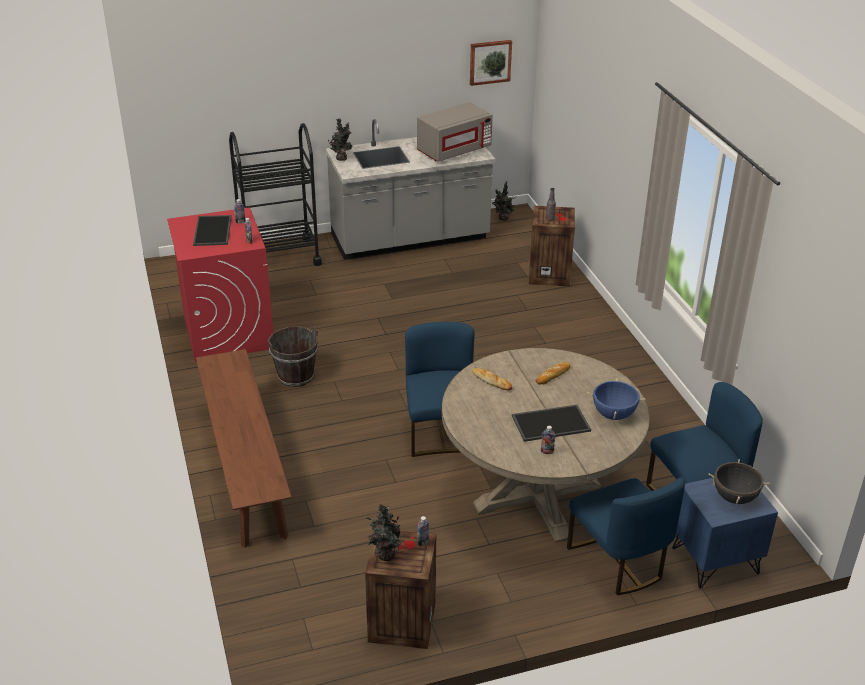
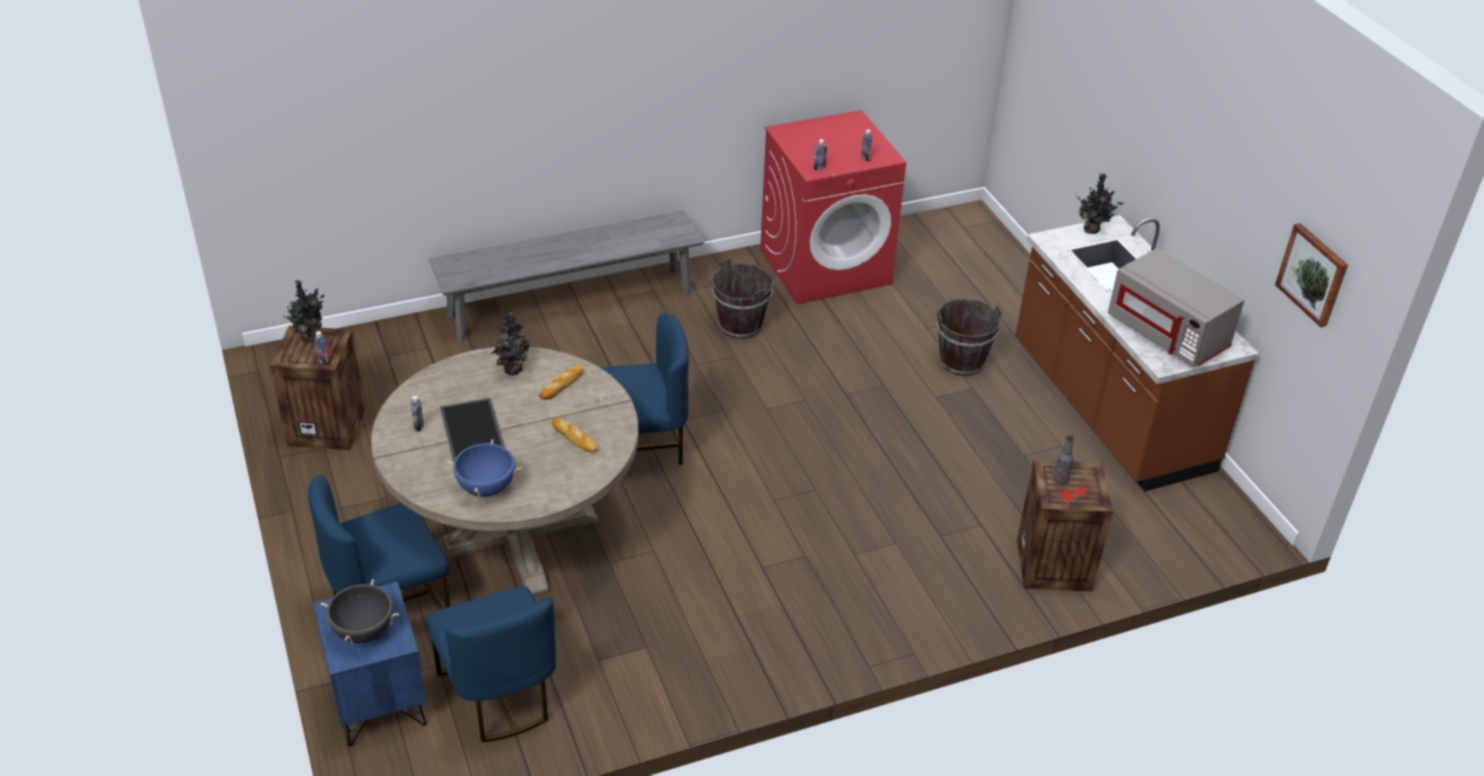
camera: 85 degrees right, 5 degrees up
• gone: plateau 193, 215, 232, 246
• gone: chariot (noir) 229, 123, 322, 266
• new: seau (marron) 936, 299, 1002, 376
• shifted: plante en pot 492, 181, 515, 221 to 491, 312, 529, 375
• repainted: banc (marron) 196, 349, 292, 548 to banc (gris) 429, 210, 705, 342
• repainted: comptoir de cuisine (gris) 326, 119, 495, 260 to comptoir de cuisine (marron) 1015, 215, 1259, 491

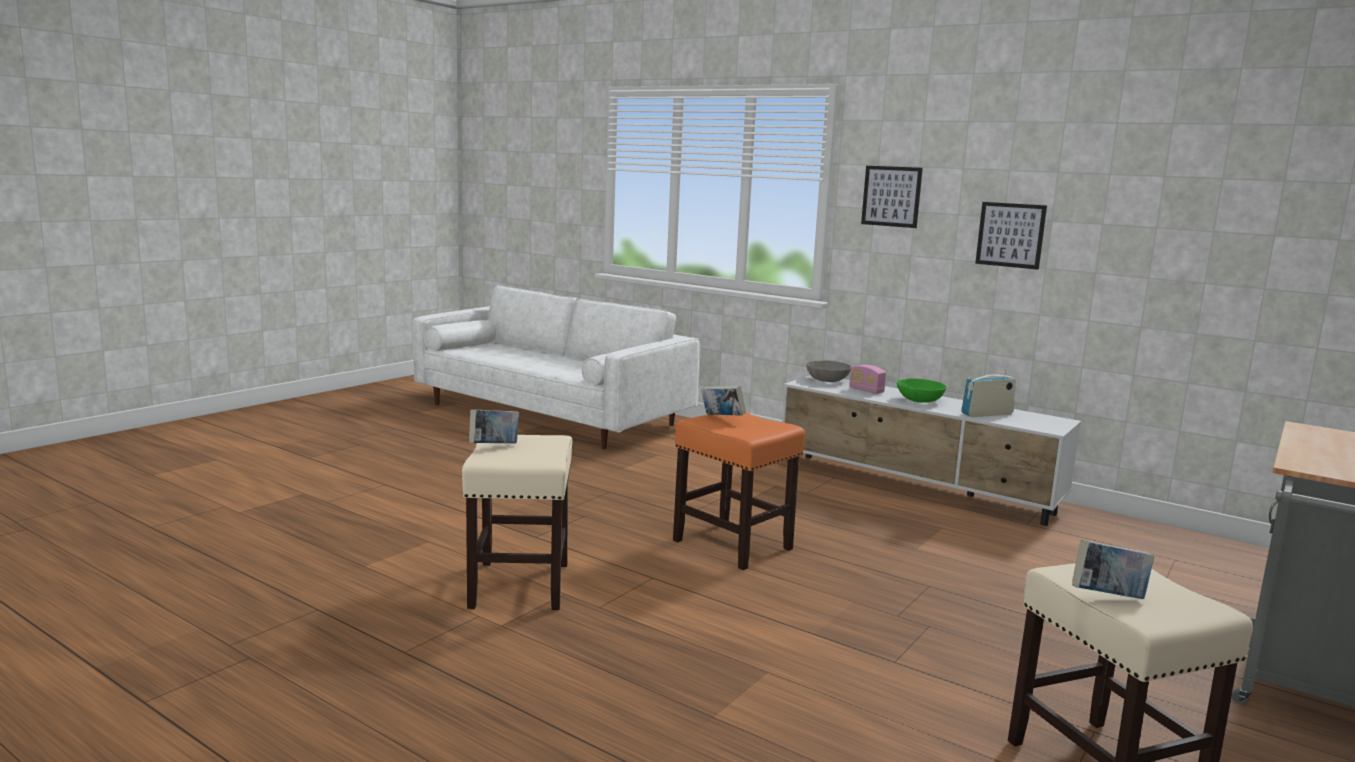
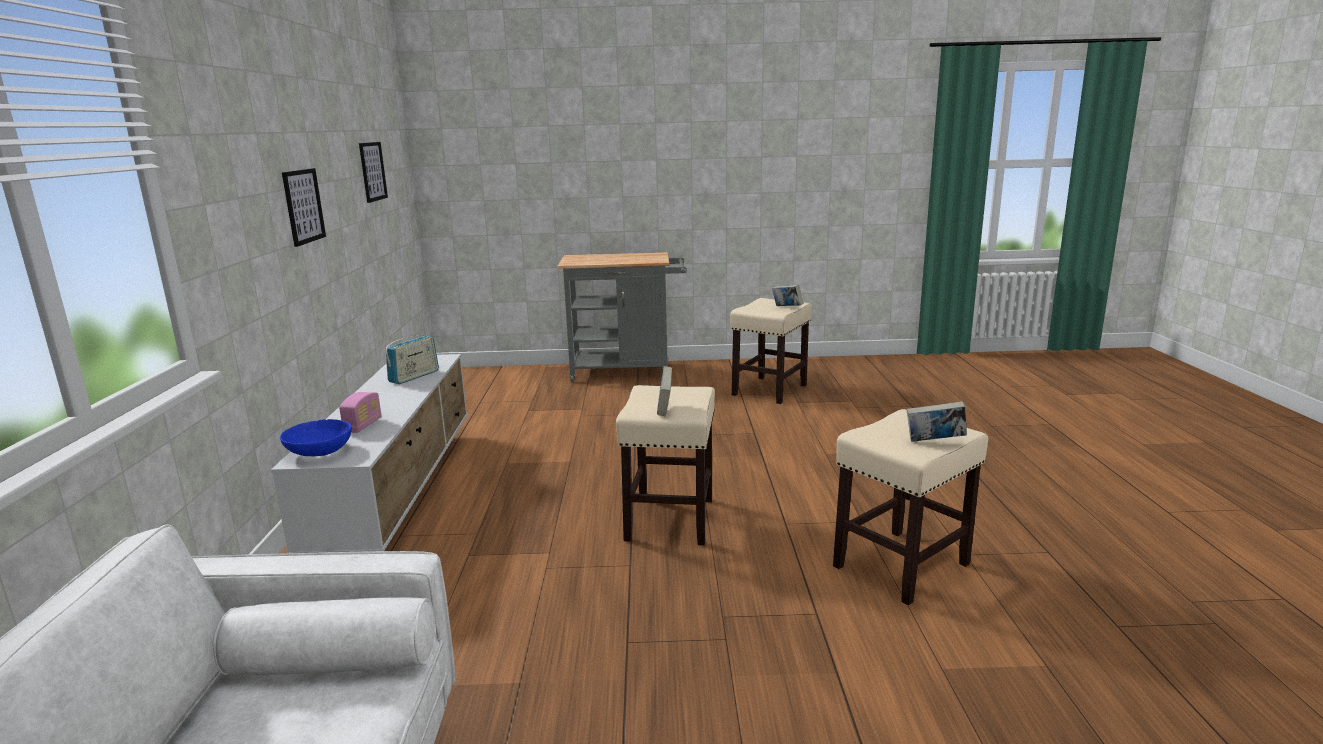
camera: 125 degrees left, 5 degrees up
• gone: bol (vert) 897, 378, 946, 403
• shifted: tableau 861, 166, 923, 228 to 359, 142, 388, 203
• repainted: tabouret (orange) 673, 412, 805, 570 to tabouret (beige) 616, 385, 715, 545
• repainted: bol (gris) 806, 360, 851, 382 to bol (bleu) 280, 419, 352, 456
• rotated: radio 961, 369, 1016, 417 = 386, 335, 439, 384 90 degrees counterclockwise

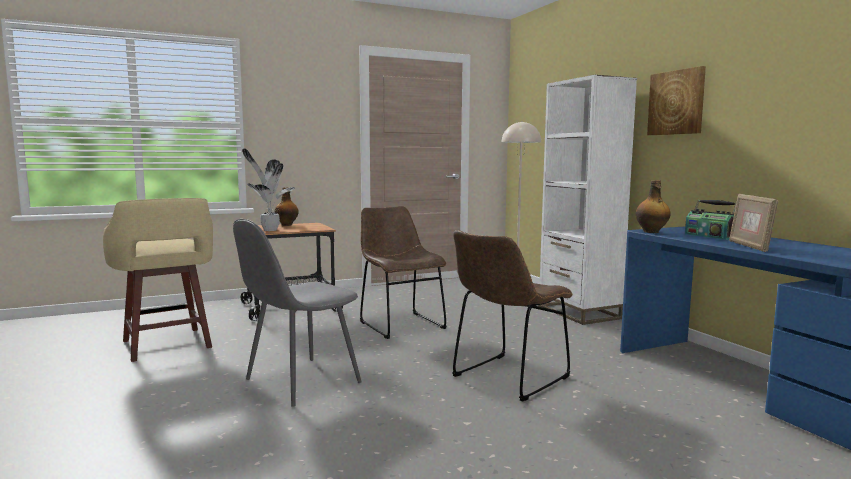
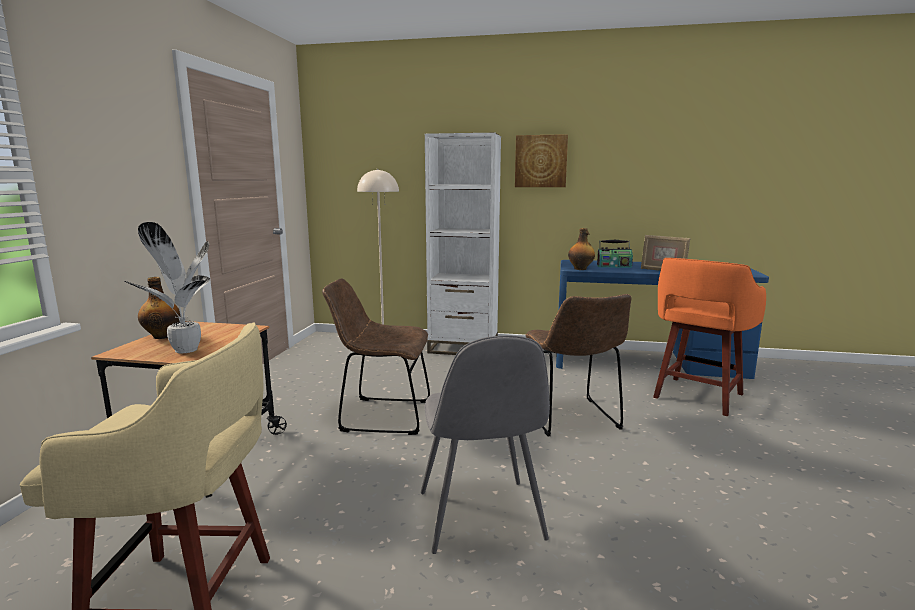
camera: 55 degrees left, 5 degrees up
• new: tabouret (orange) 653, 258, 766, 416

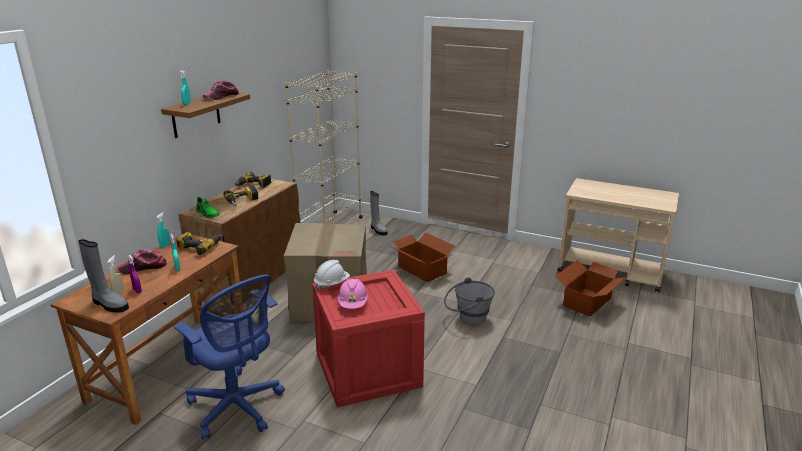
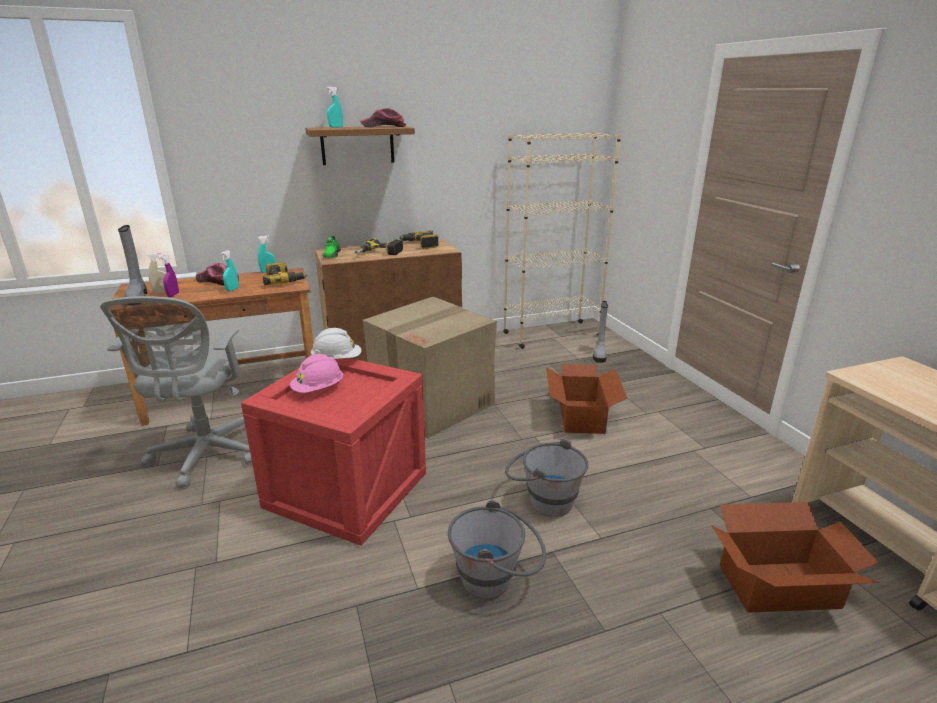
camera: 45 degrees right, 0 degrees up
• new: seau (gris) 448, 500, 546, 599
• repainted: chaise de bureau (bleu) 174, 275, 285, 439 to chaise de bureau (gris) 100, 296, 252, 488

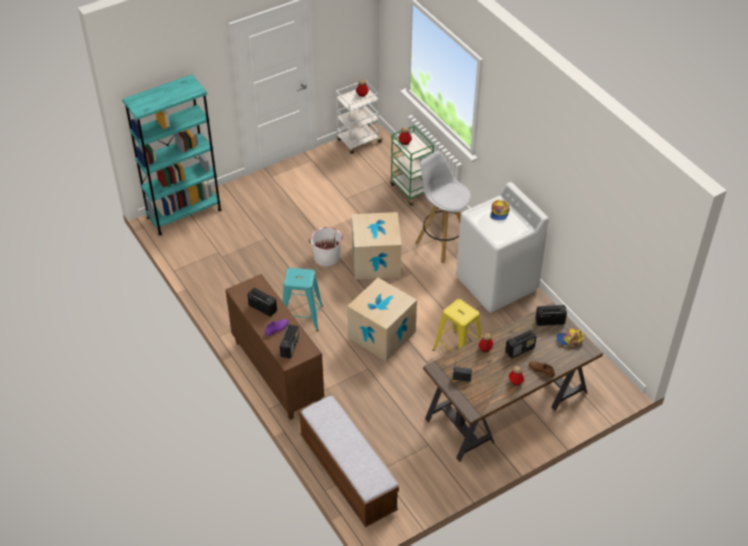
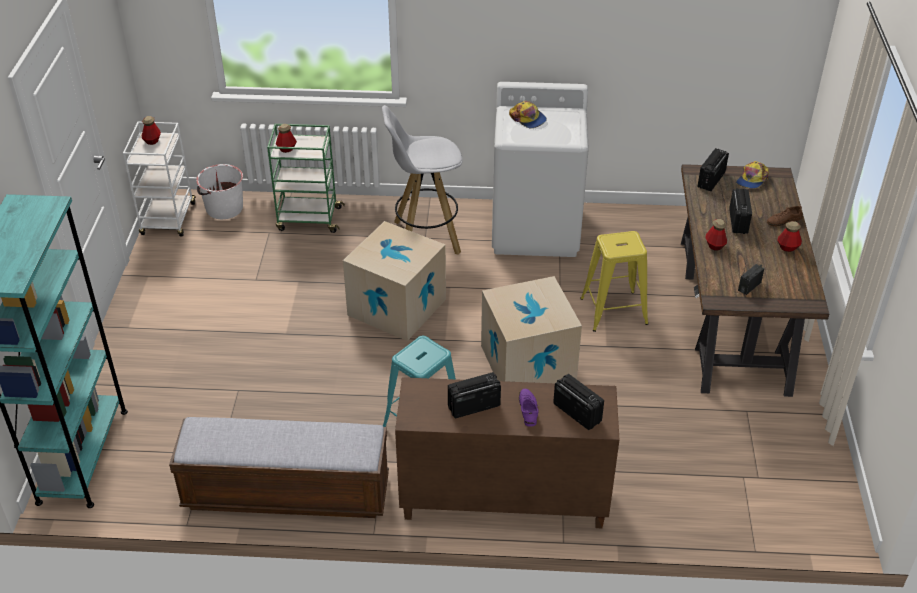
camera: 55 degrees left, 5 degrees down
• shifted: banc 298, 395, 399, 527 to 169, 417, 389, 518
• shifted: seau (blanc) 309, 227, 343, 266 to 196, 164, 243, 219

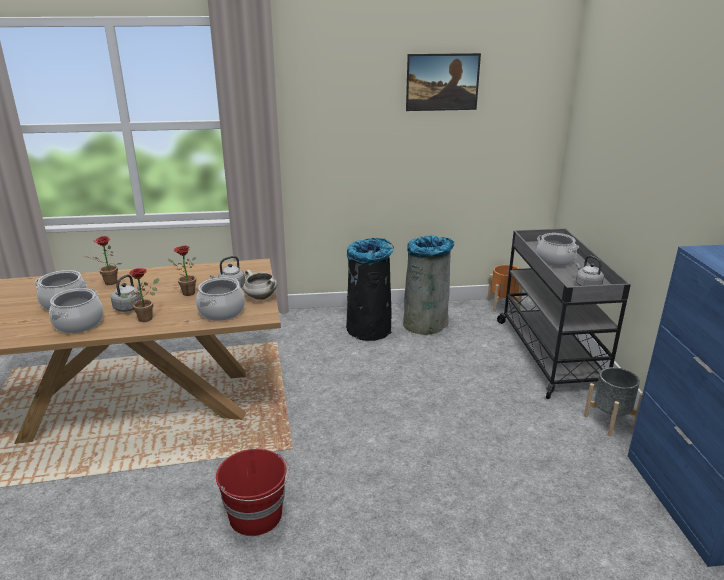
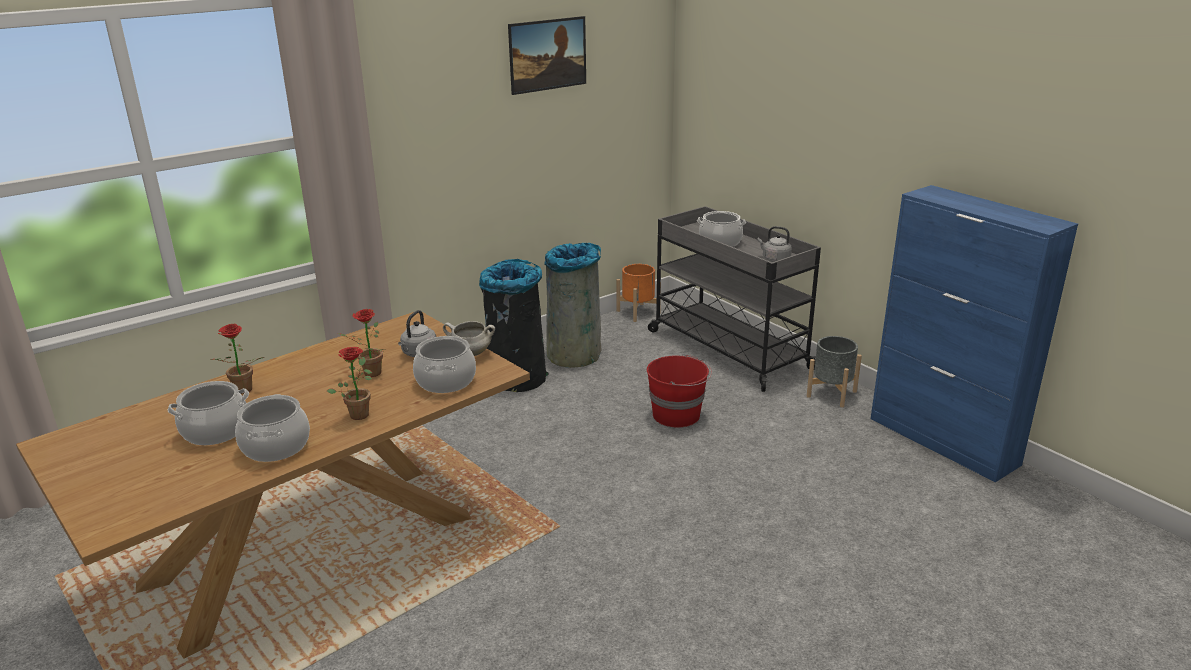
camera: 30 degrees left, 0 degrees up
• gone: bouilloire (gris) 111, 274, 143, 312
• shifted: seau (rouge) 216, 449, 289, 536 to 647, 354, 712, 428

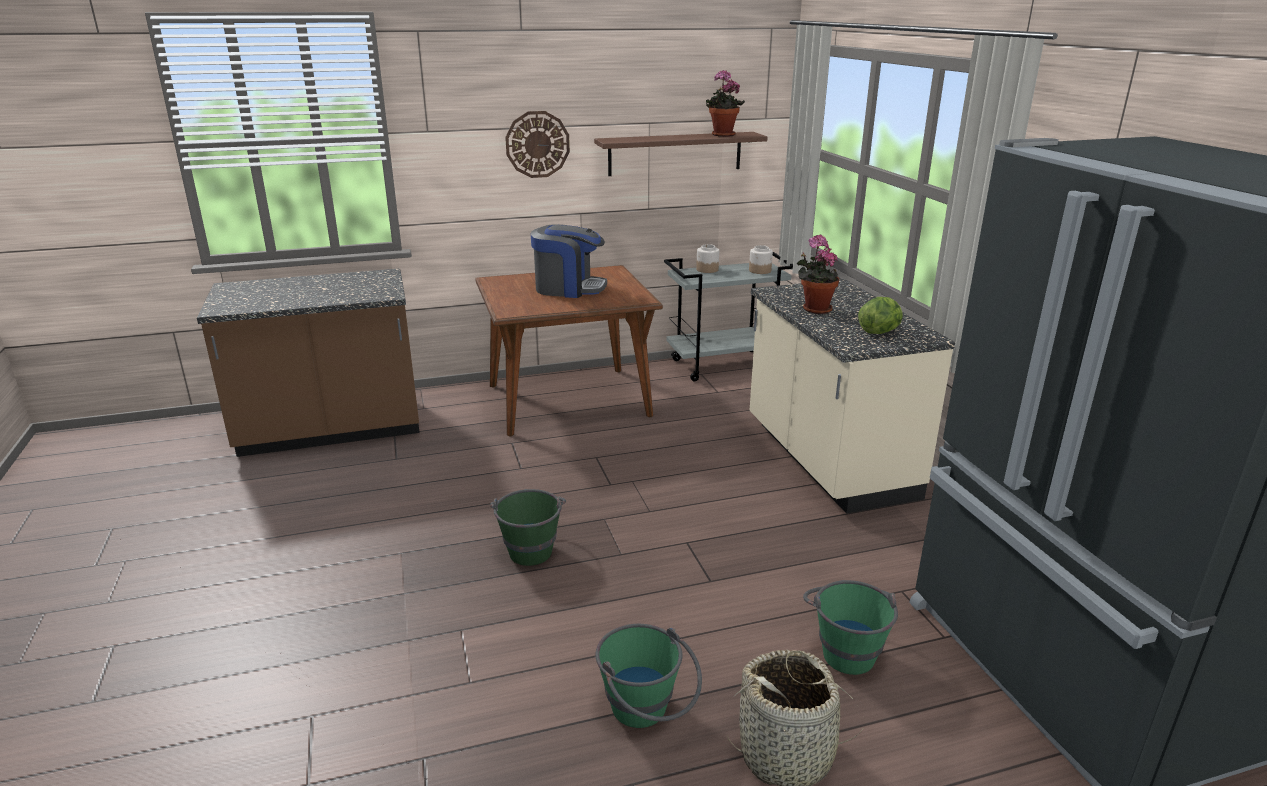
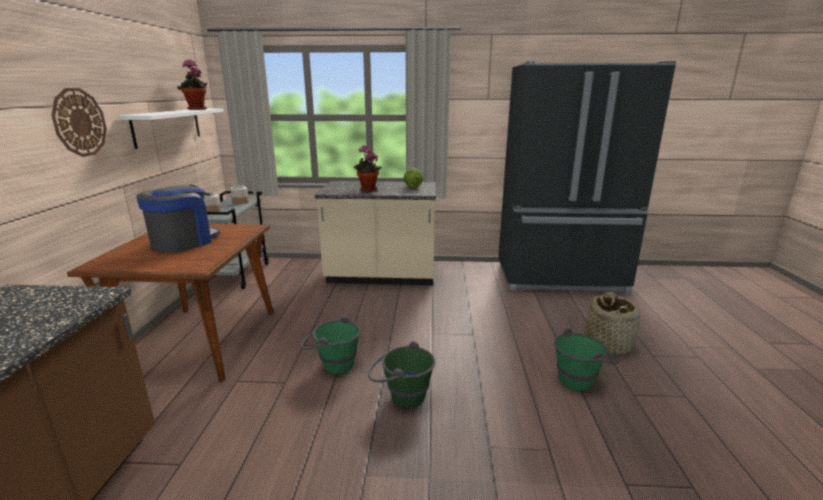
camera: 70 degrees left, 5 degrees down
• shifted: seau (vert) 803, 580, 898, 675 to 301, 315, 361, 374
• repainted: étagère (marron) 594, 132, 768, 176 to étagère (blanc) 119, 108, 224, 149

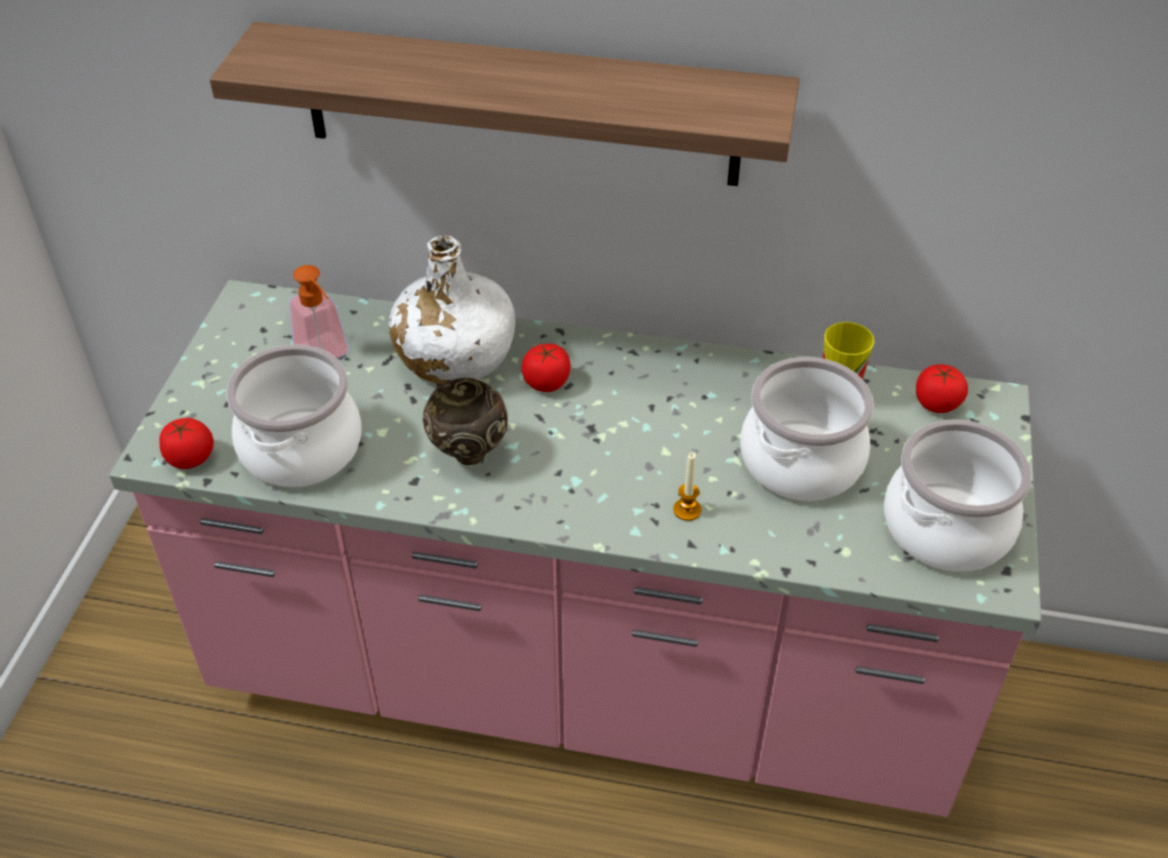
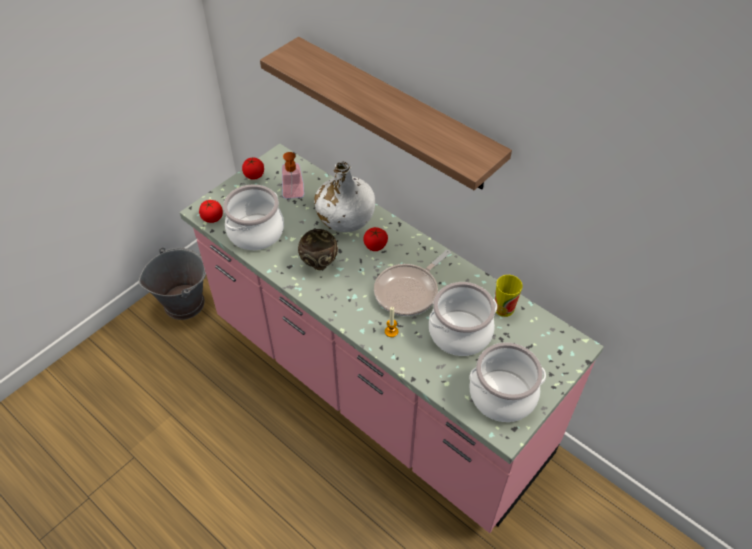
camera: 30 degrees right, 5 degrees up
• new: seau (gris) 139, 248, 206, 320
• new: poêle 374, 250, 451, 316
• shifted: tomate 916, 364, 968, 413 to 242, 158, 264, 180

